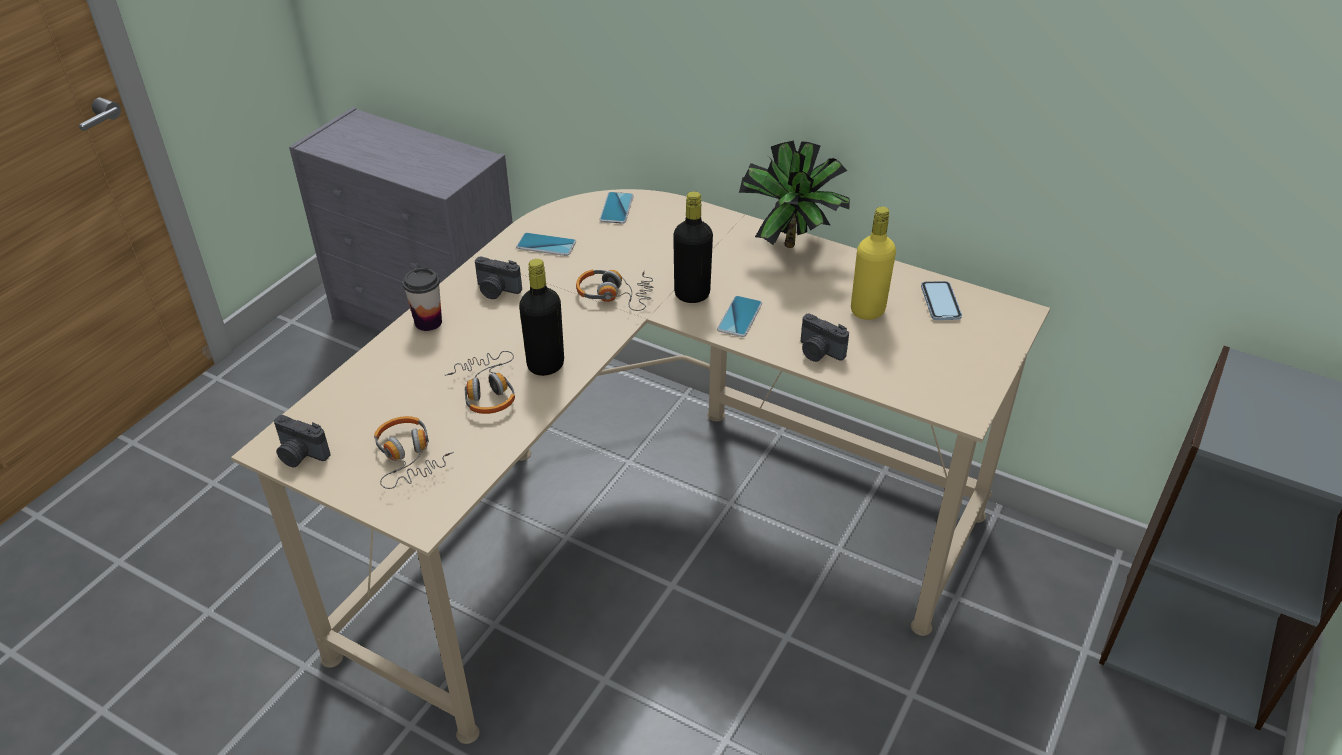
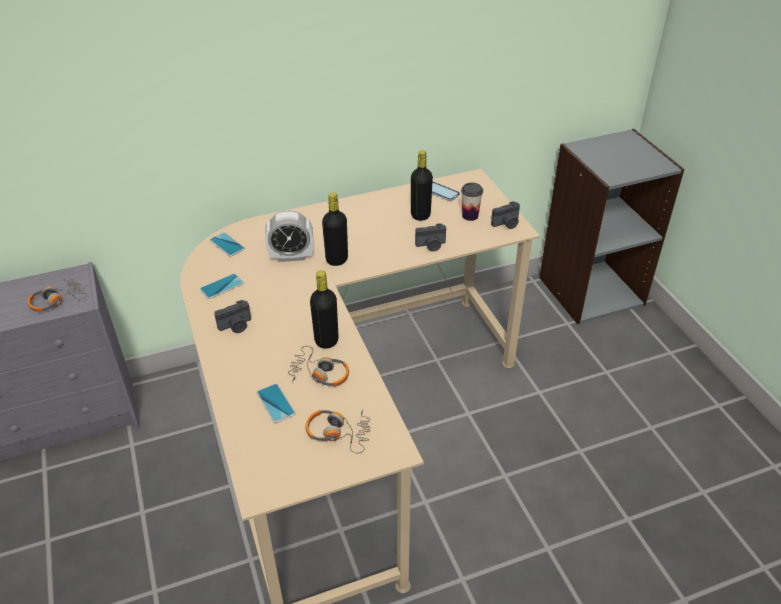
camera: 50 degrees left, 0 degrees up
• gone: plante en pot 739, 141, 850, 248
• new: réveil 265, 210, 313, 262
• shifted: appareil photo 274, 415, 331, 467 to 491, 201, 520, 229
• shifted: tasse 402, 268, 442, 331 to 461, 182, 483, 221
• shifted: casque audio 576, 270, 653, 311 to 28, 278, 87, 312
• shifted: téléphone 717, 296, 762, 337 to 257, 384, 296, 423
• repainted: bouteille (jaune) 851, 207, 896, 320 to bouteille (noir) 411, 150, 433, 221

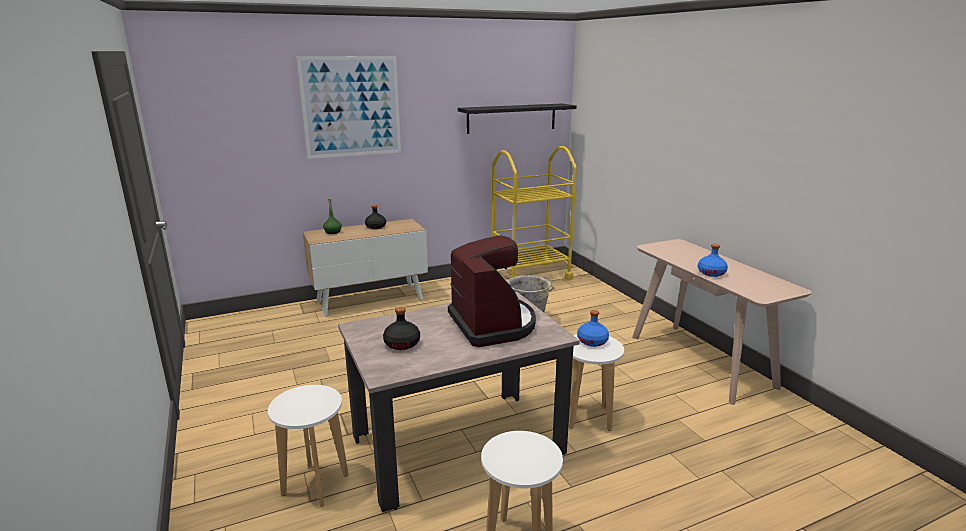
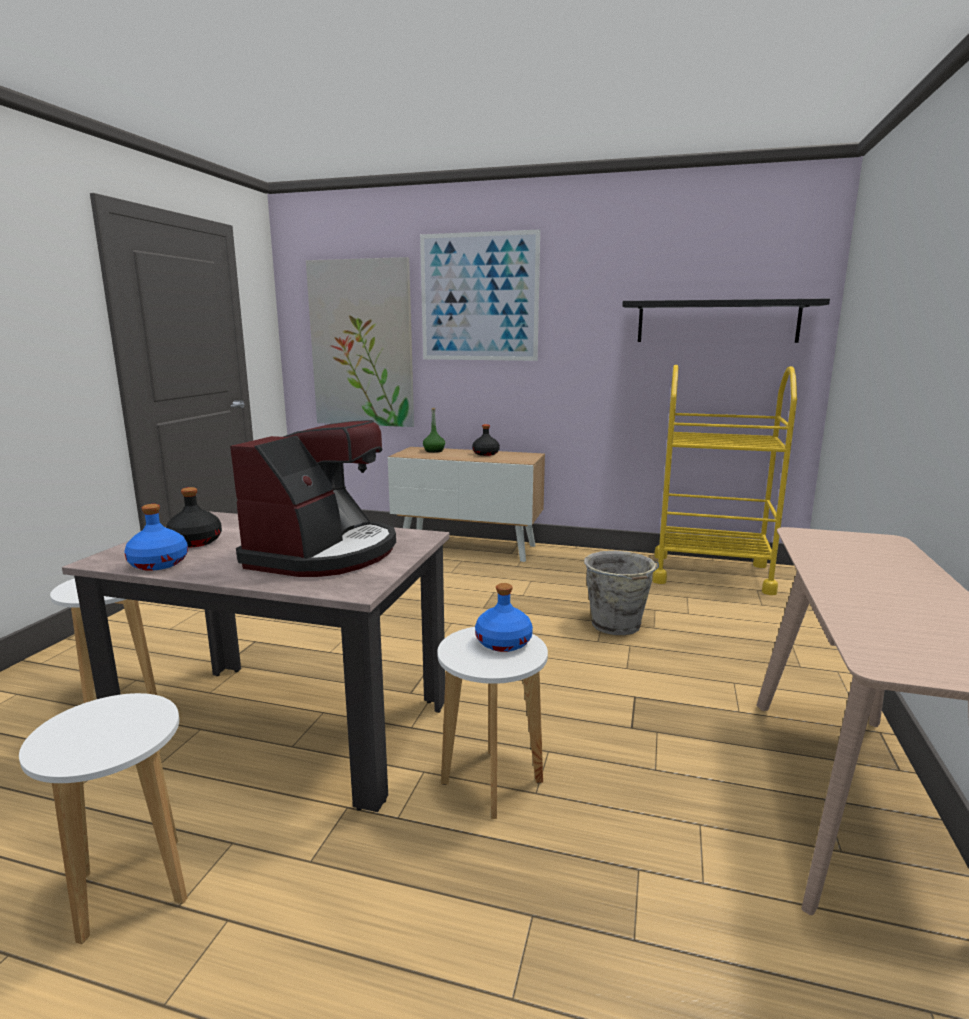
camera: 40 degrees right, 5 degrees down
• new: tableau 306, 257, 414, 427
• shifted: bouteille (bleu) 698, 244, 728, 277 to 124, 504, 188, 571

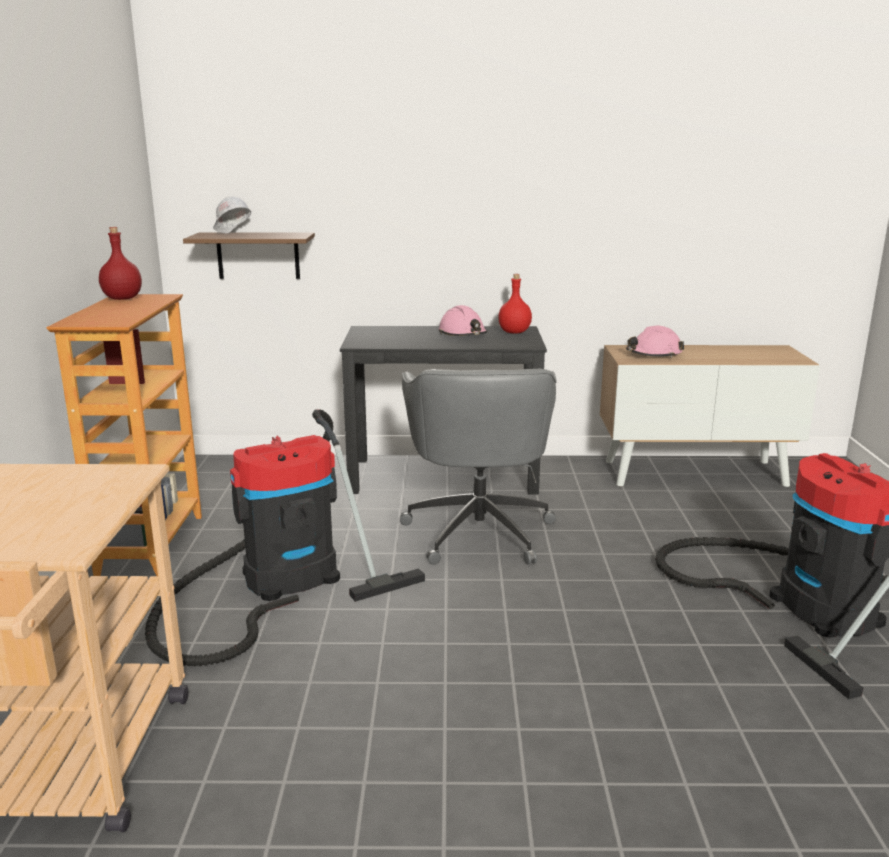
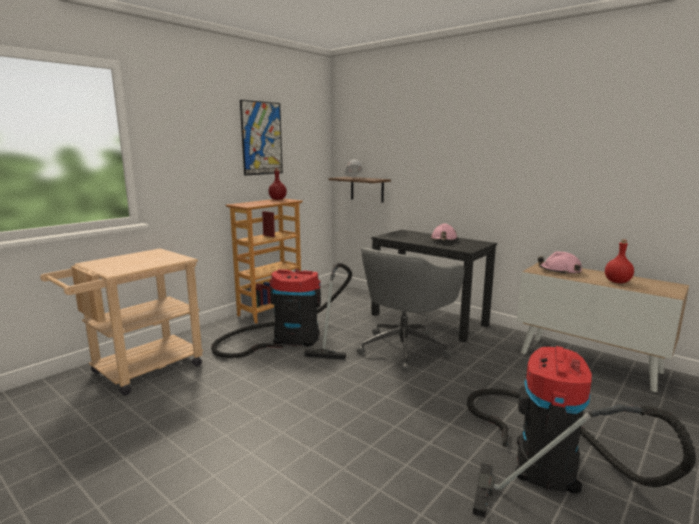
camera: 40 degrees right, 5 degrees down
• new: tableau 240, 100, 283, 176
• shifted: bouteille (rouge) 498, 274, 532, 334 to 605, 239, 634, 283

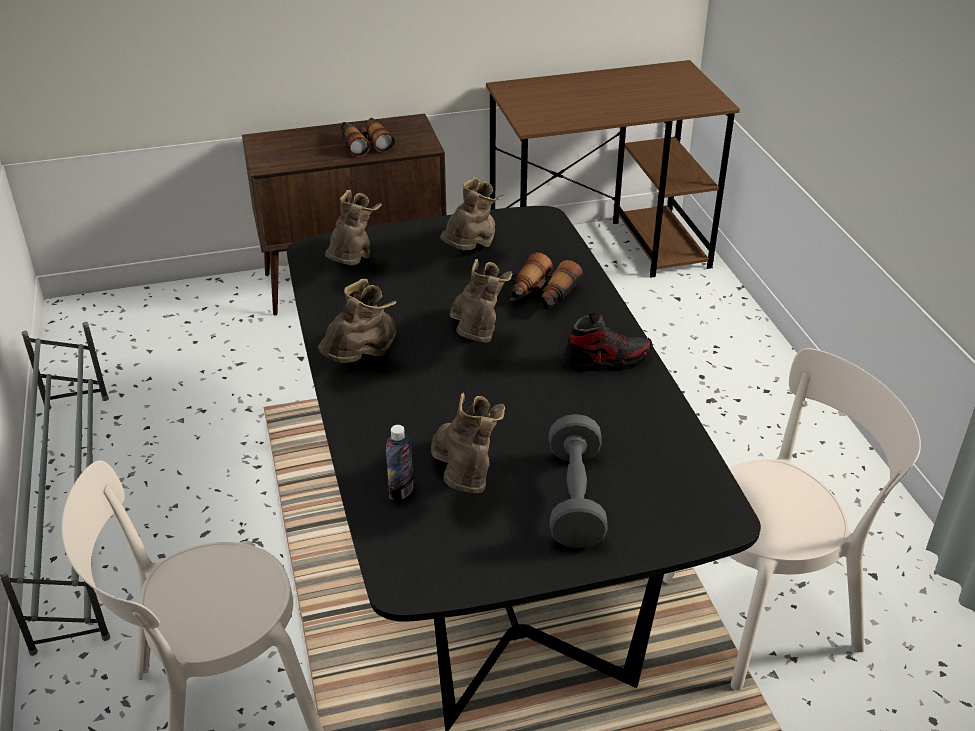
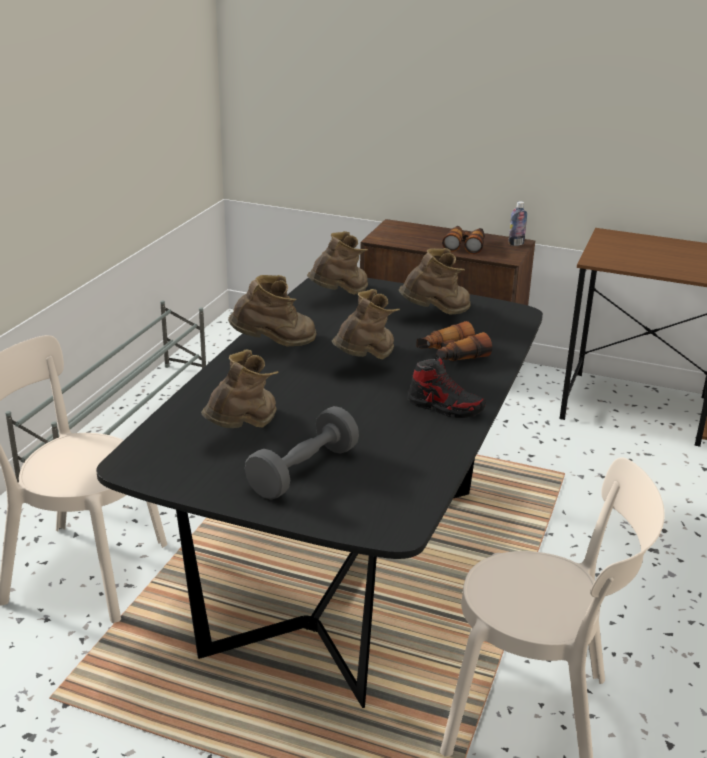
camera: 35 degrees right, 10 degrees down
• shifted: bouteille 386, 425, 414, 501 to 508, 201, 527, 246

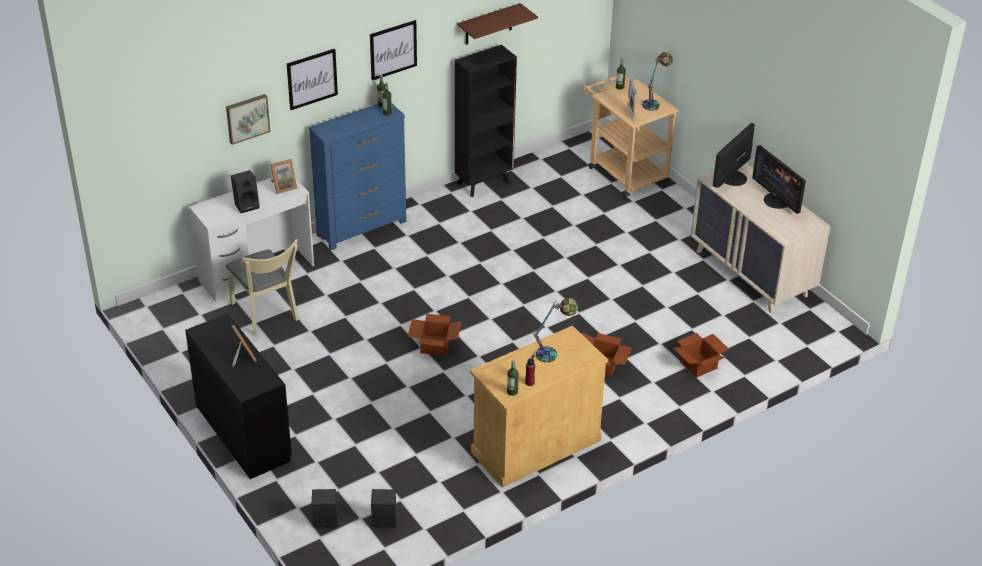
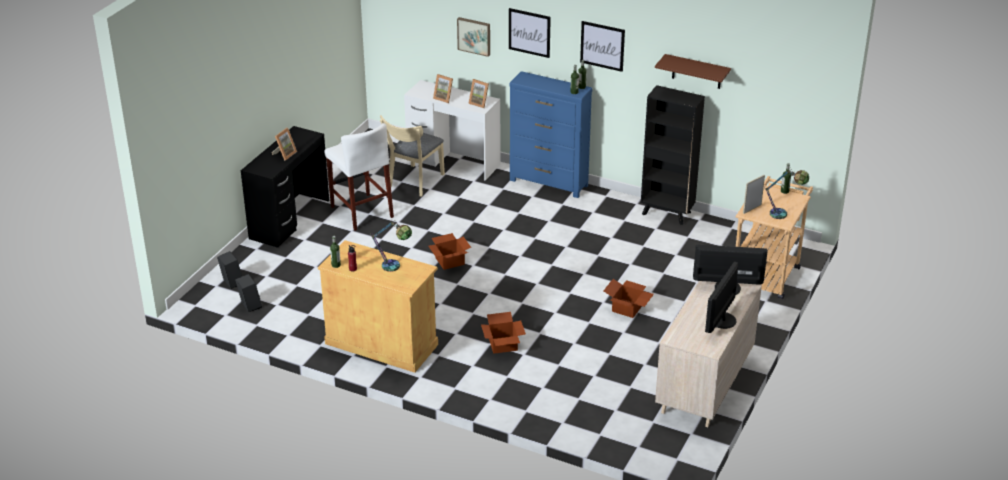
camera: 60 degrees right, 5 degrees down
• new: tabouret (blanc) 324, 123, 394, 231
• shifted: carton 673, 333, 729, 378 to 604, 279, 654, 318
• swapped: enceinte (noir) 231, 170, 260, 213 to cadre photo 433, 74, 453, 103

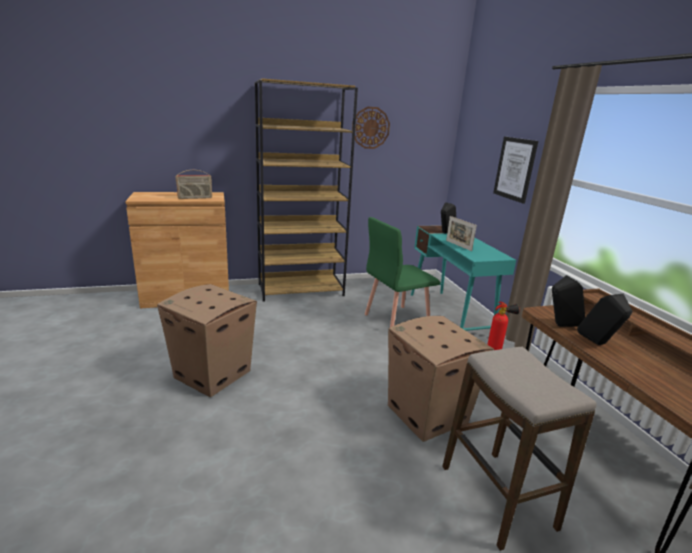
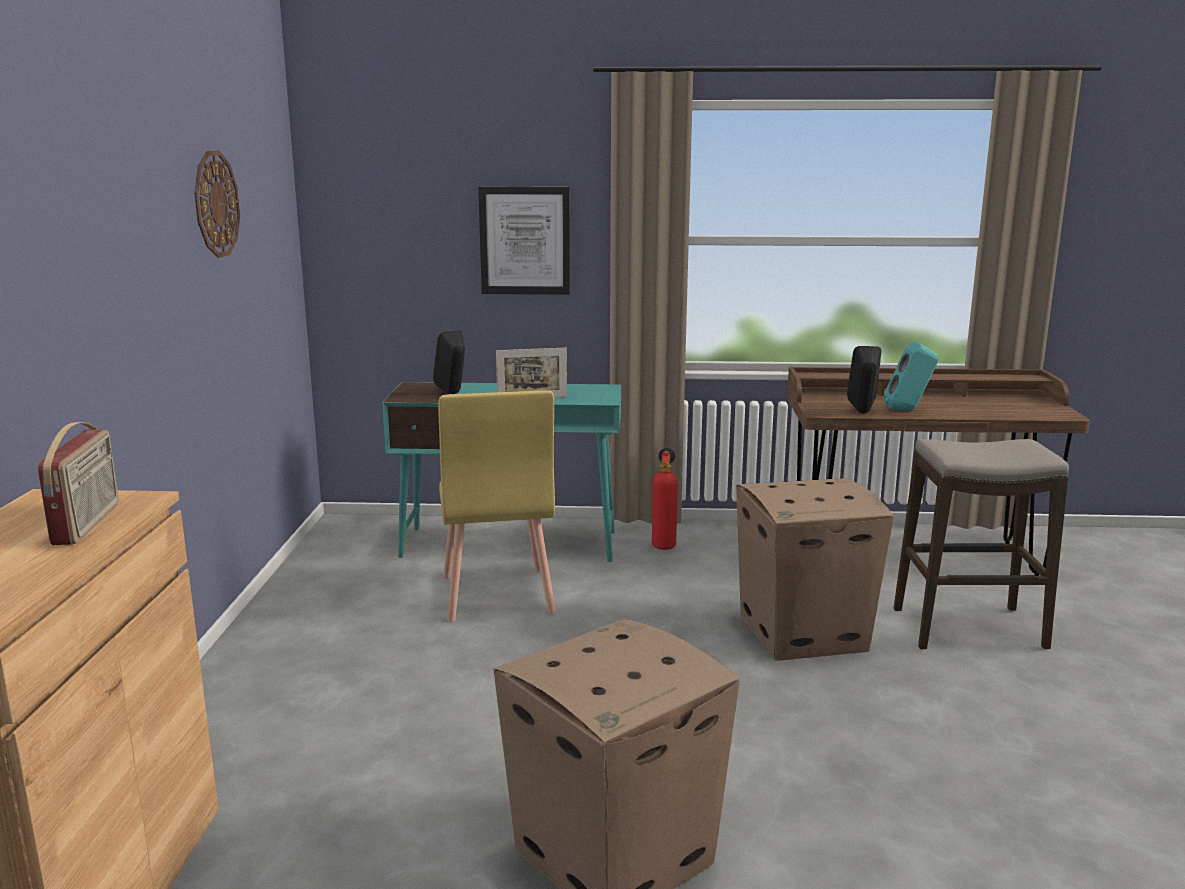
camera: 70 degrees left, 5 degrees down
• gone: bibliothèque (marron) 255, 78, 358, 302
• repainted: chaise (vert) 365, 217, 440, 327 to chaise (jaune) 438, 390, 556, 622
• repainted: enceinte (noir) 577, 294, 632, 345 to enceinte (turquoise) 884, 342, 938, 411

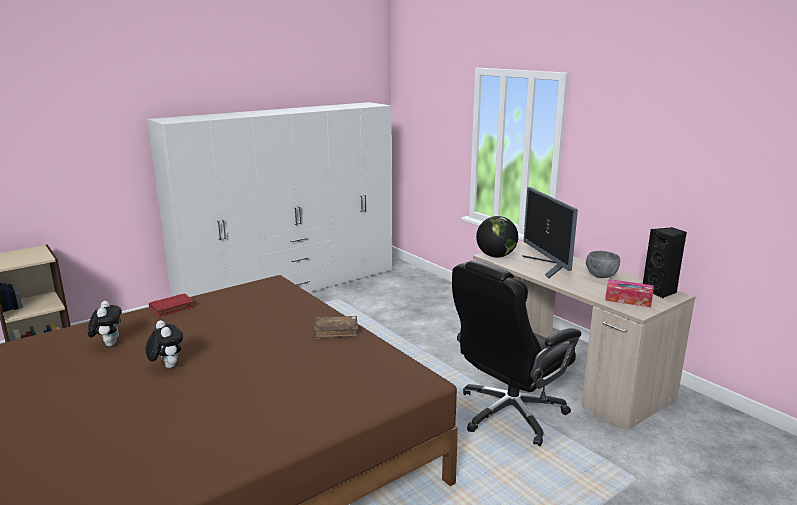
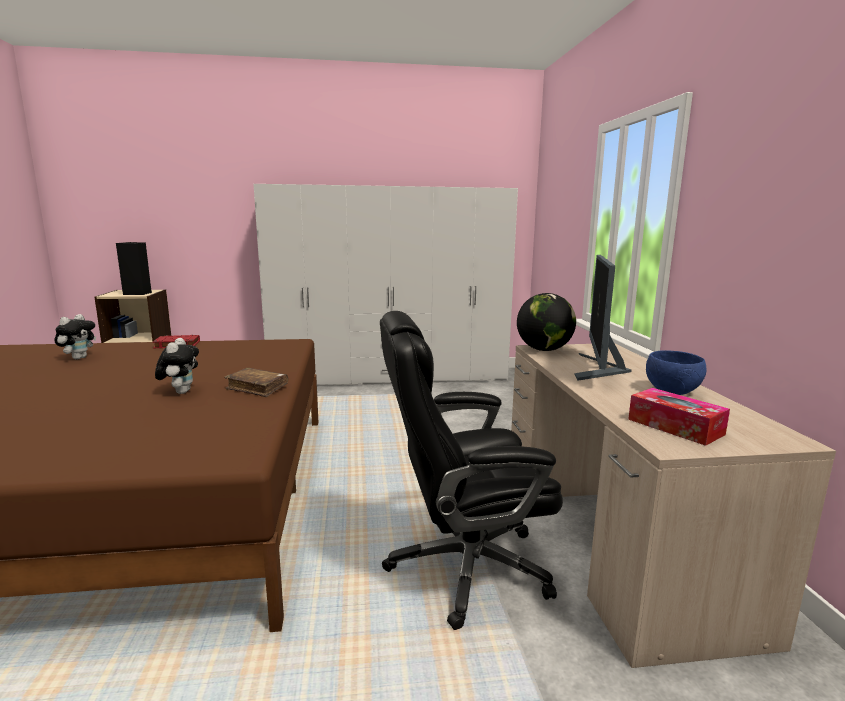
camera: 30 degrees right, 5 degrees down
• shifted: peluche 146, 320, 183, 368 to 155, 338, 199, 394
• shifted: enceinte (noir) 643, 227, 687, 298 to 116, 242, 152, 295
• repainted: bol (gris) 586, 251, 620, 278 to bol (bleu) 646, 350, 707, 395

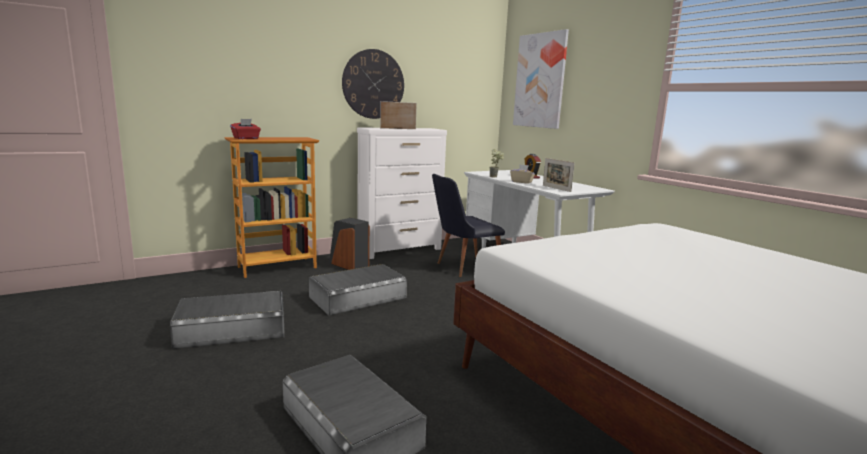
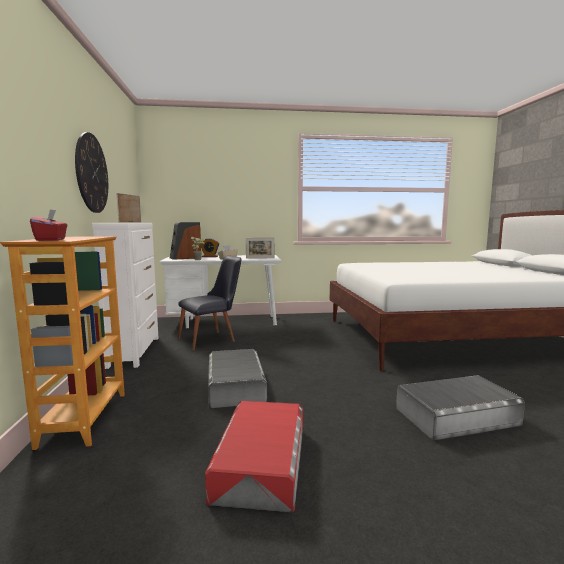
camera: 65 degrees left, 5 degrees down
• gone: tableau 513, 29, 569, 129
• shifted: enceinte 329, 218, 370, 270 to 170, 222, 202, 260
• repainted: boîte de rangement (gris) 170, 291, 285, 349 to boîte de rangement (rouge) 205, 401, 303, 512
• rotated: chaise (noir) 432, 174, 505, 277 = 178, 256, 241, 350 120 degrees counterclockwise

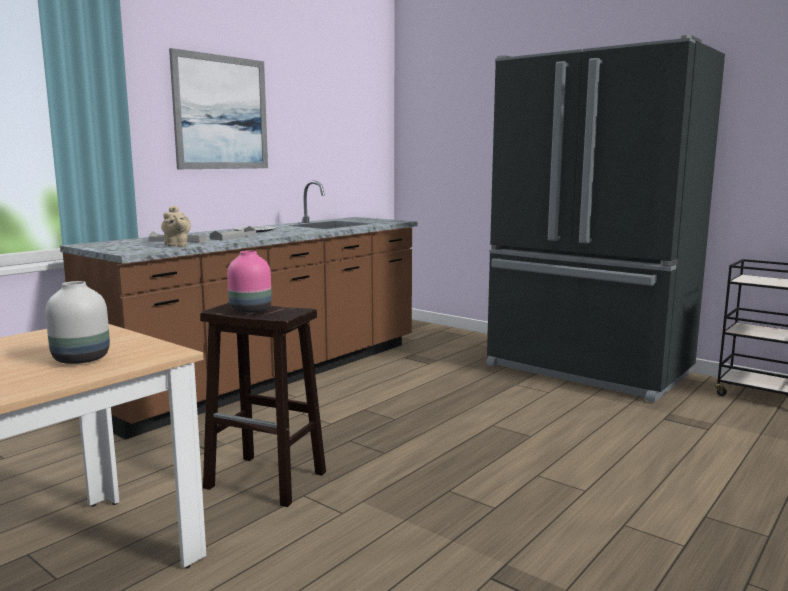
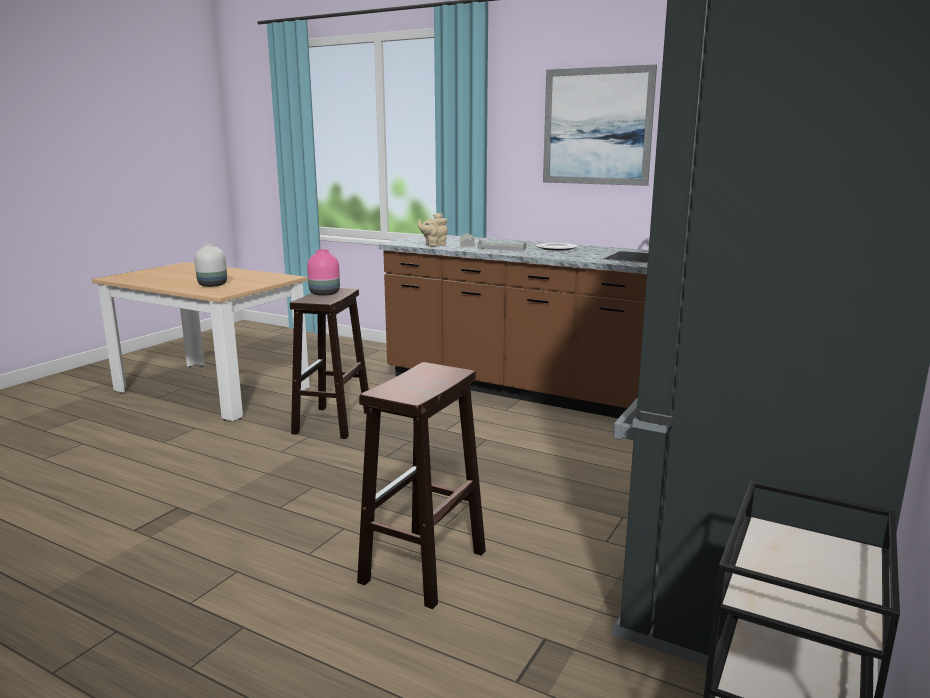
camera: 80 degrees right, 5 degrees up
• new: tabouret (marron) 357, 362, 486, 609

